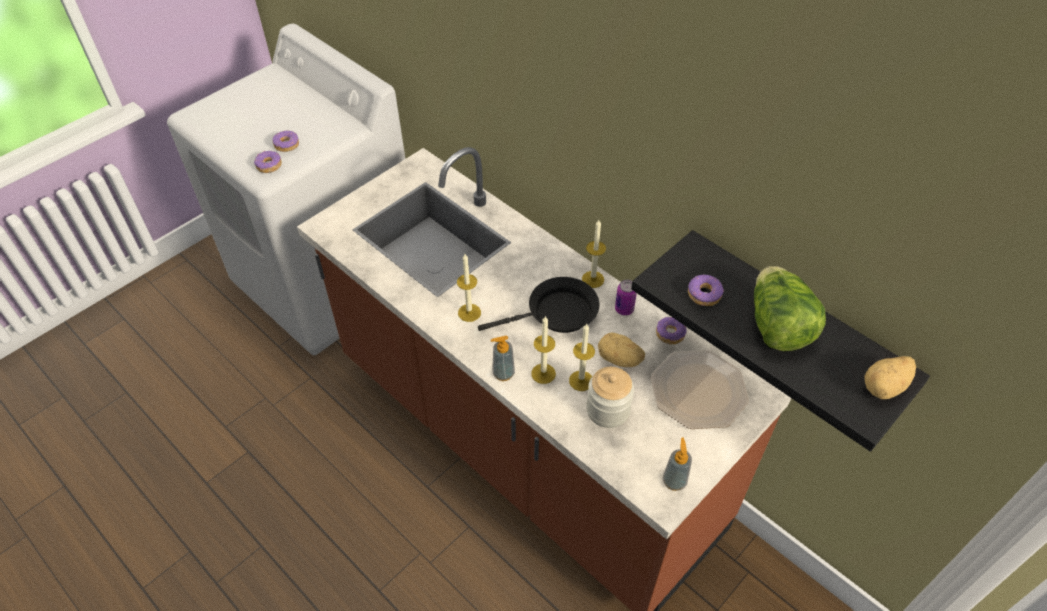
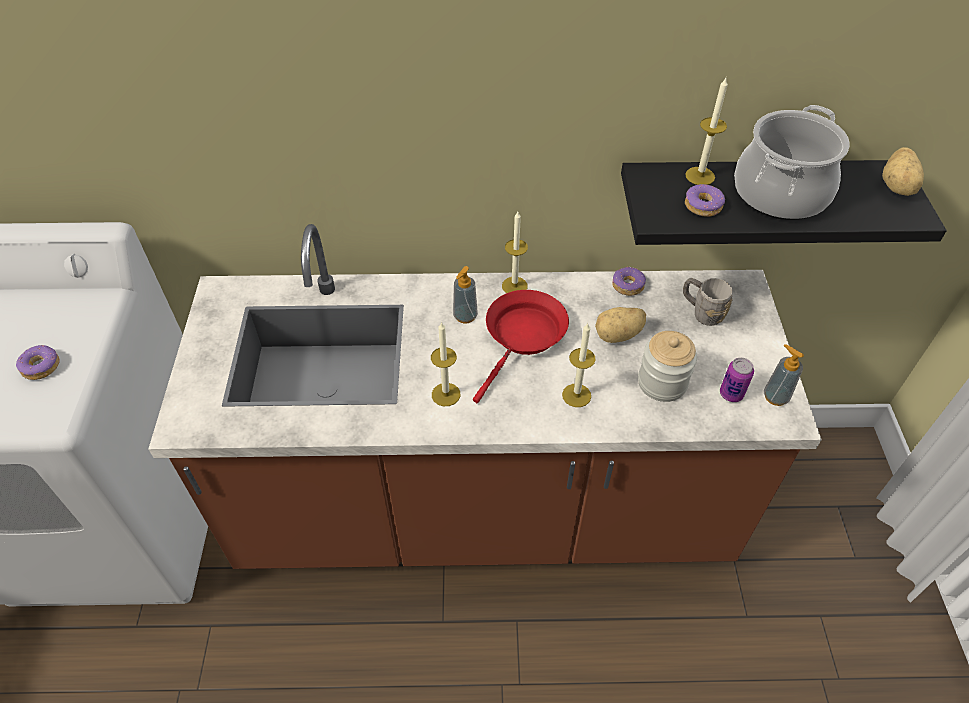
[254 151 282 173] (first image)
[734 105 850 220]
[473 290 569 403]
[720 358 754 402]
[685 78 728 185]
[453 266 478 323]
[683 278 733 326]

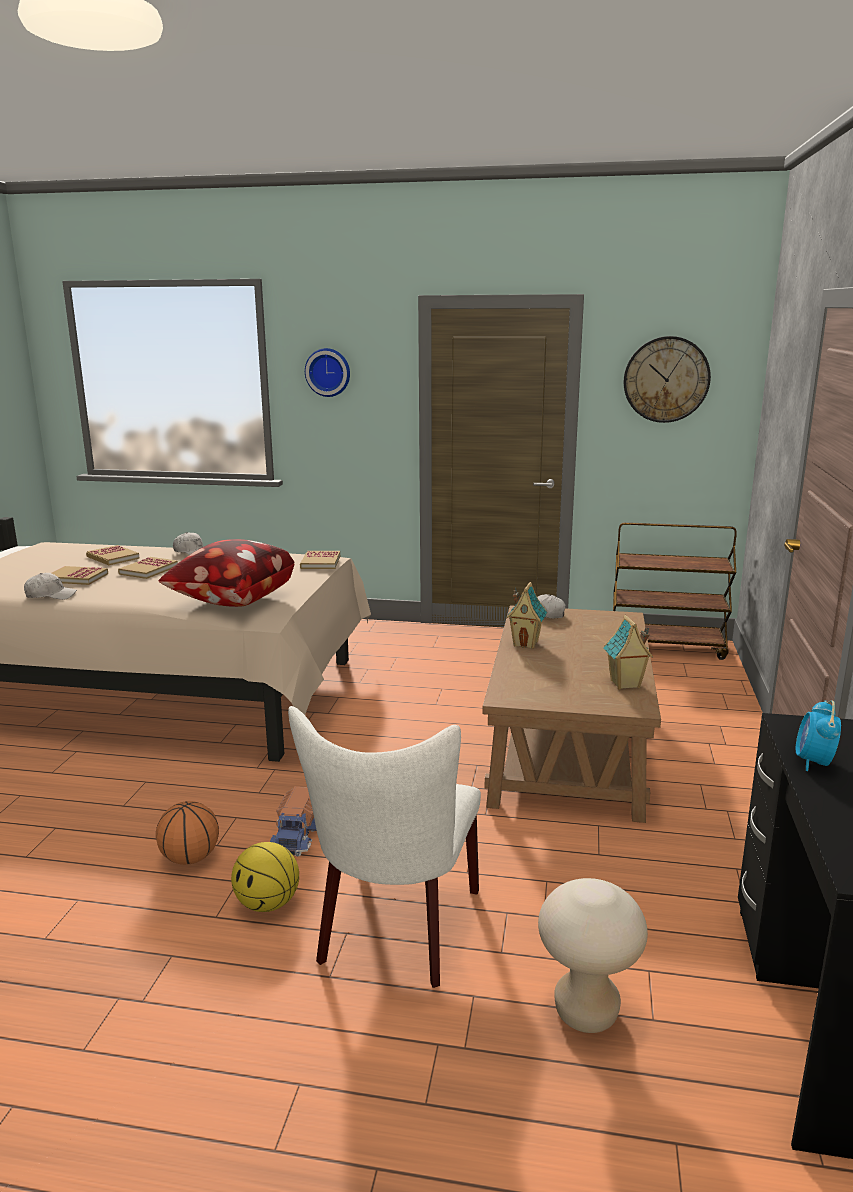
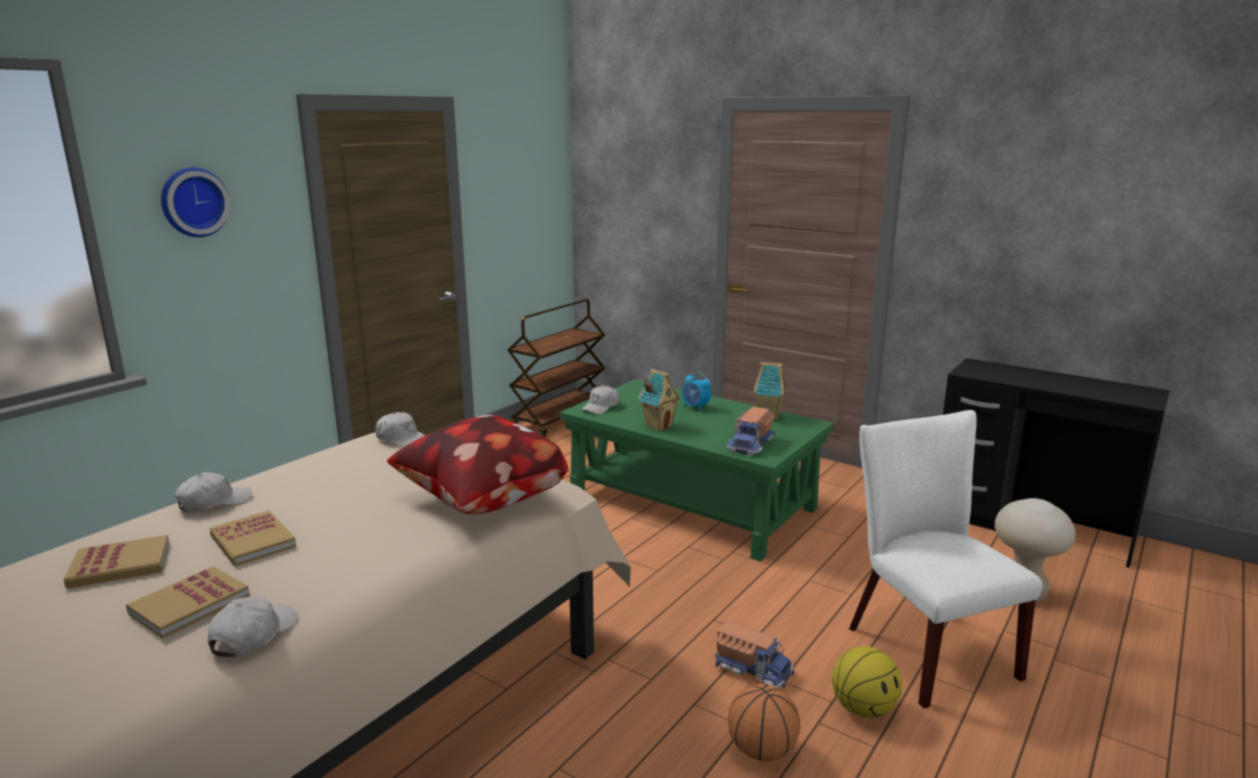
[624 336 711 423] (first image)
[375 412 425 447]
[560 379 834 561]
[682 372 712 411]
[849 410 1043 708]
[726 407 775 456]

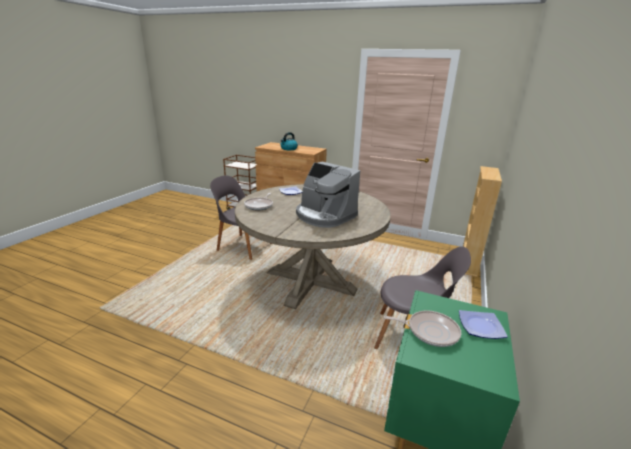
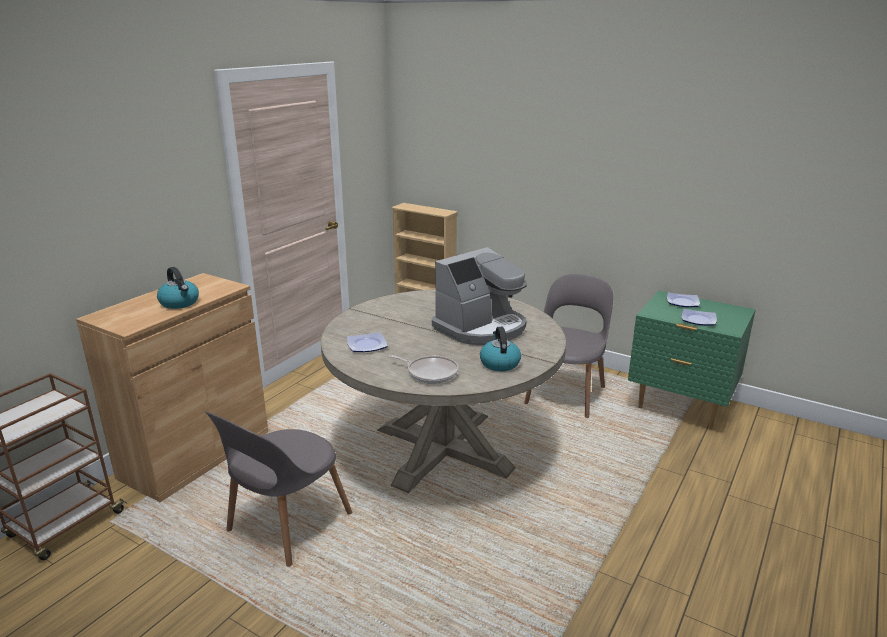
[682 309 717 326]
[480 327 521 371]

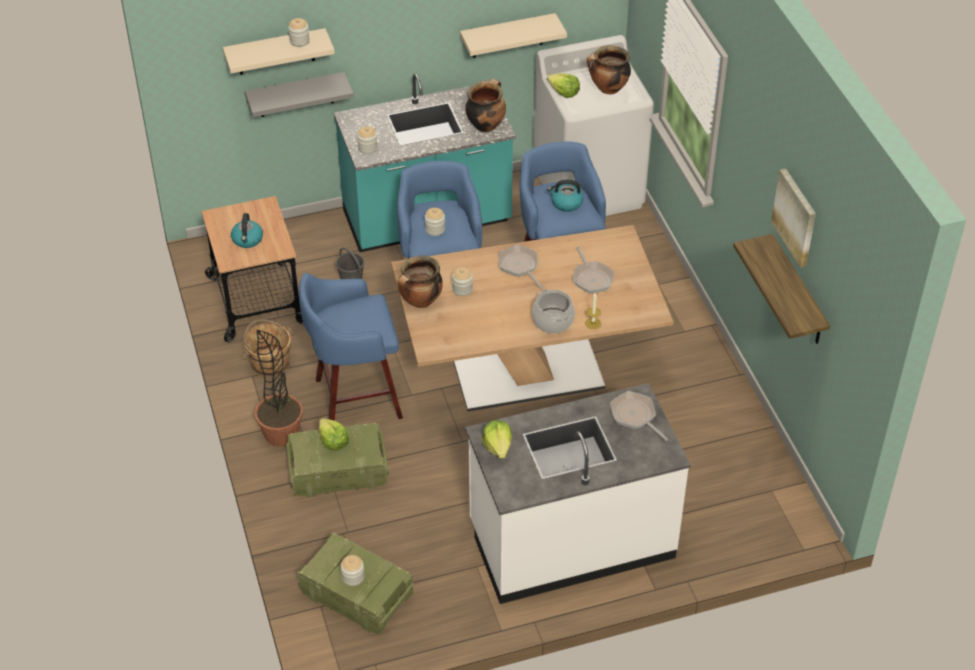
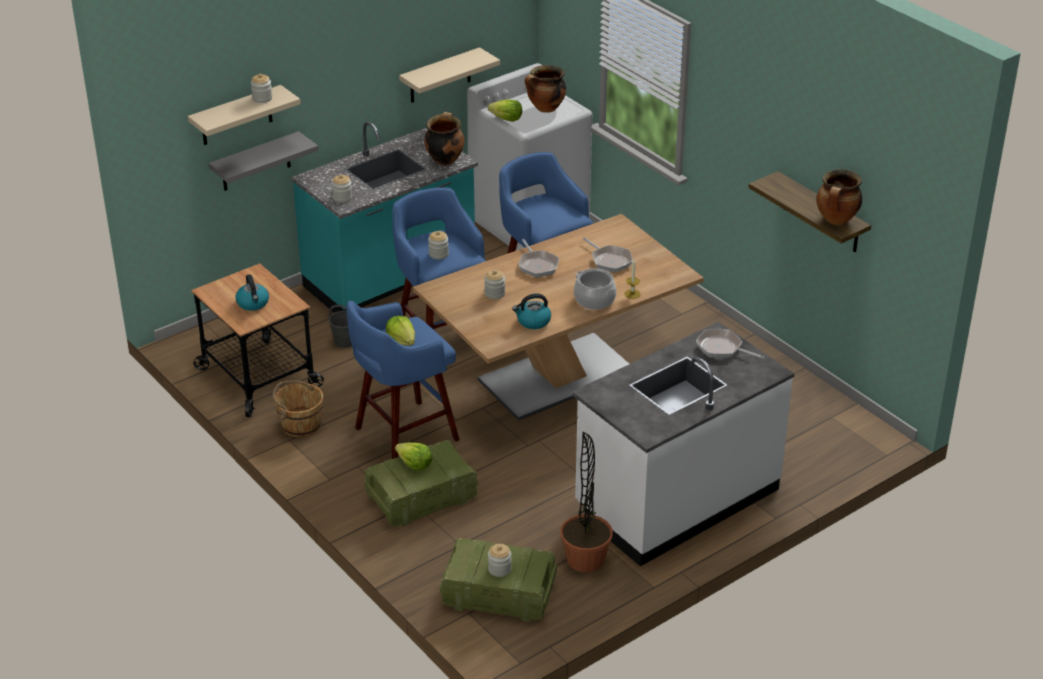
[771 168 816 267] (first image)
[512 293 551 329]
[519 239 559 278]
[816 169 862 225]
[560 432 613 573]
[386 316 415 346]

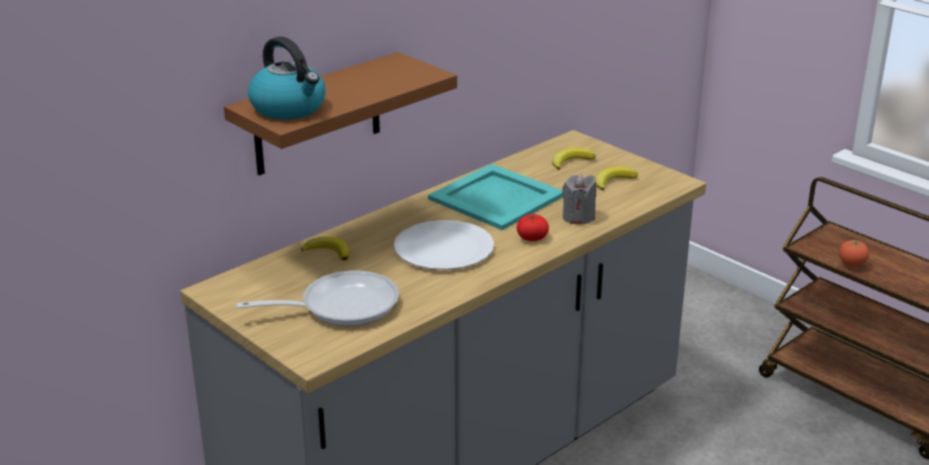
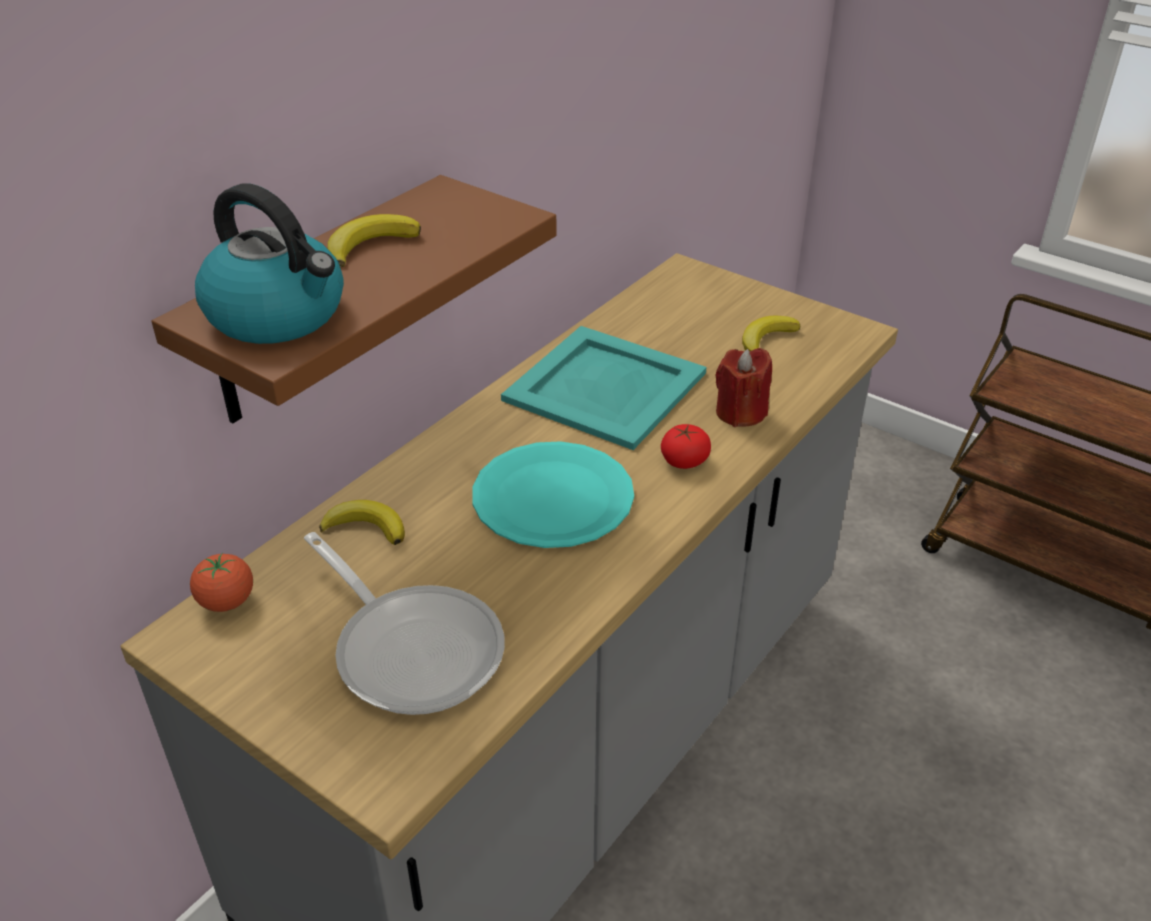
[328 214 421 267]
[715 348 772 427]
[472 441 634 548]
[190 553 253 612]
[304 532 505 715]

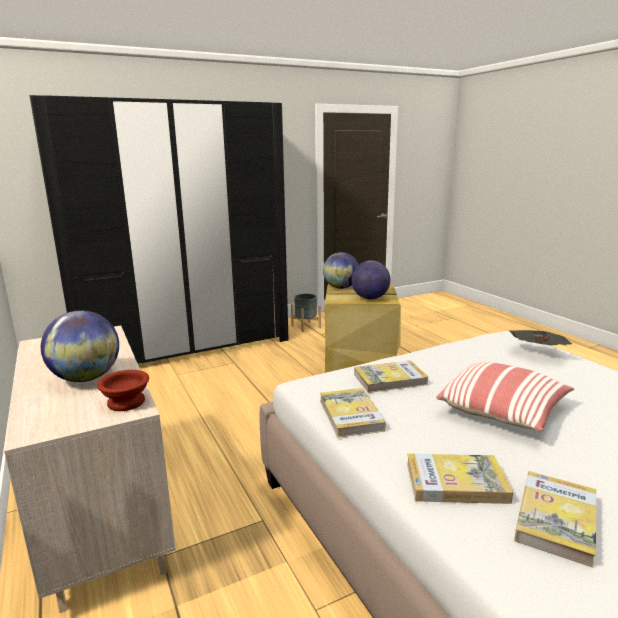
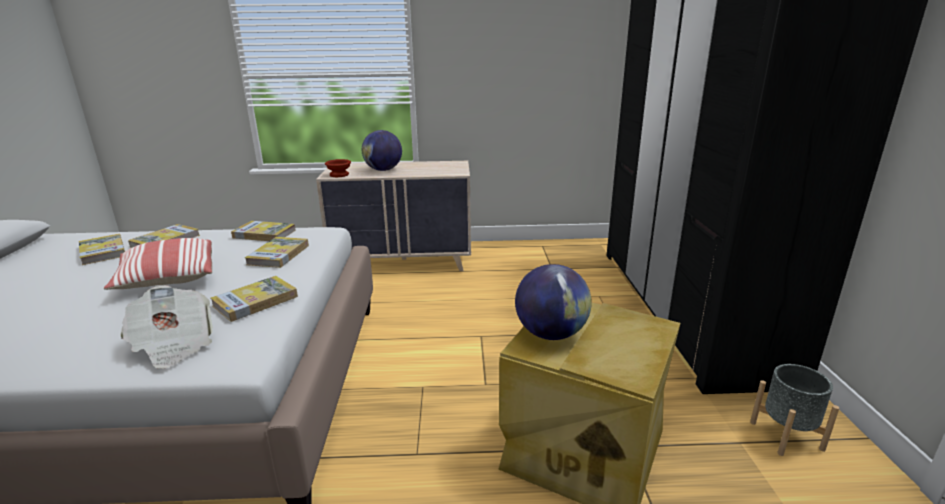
[323 252 358 289] (first image)
[211 276 298 322]

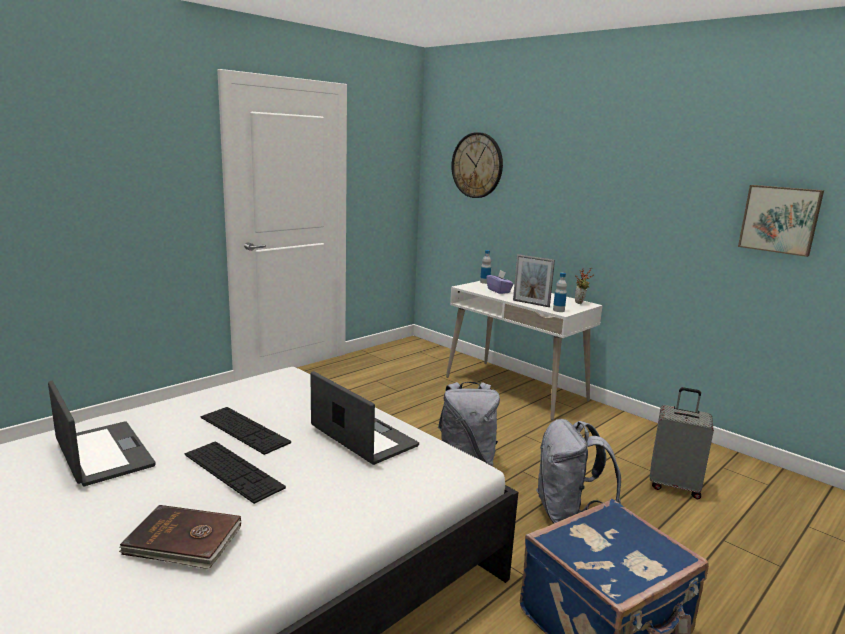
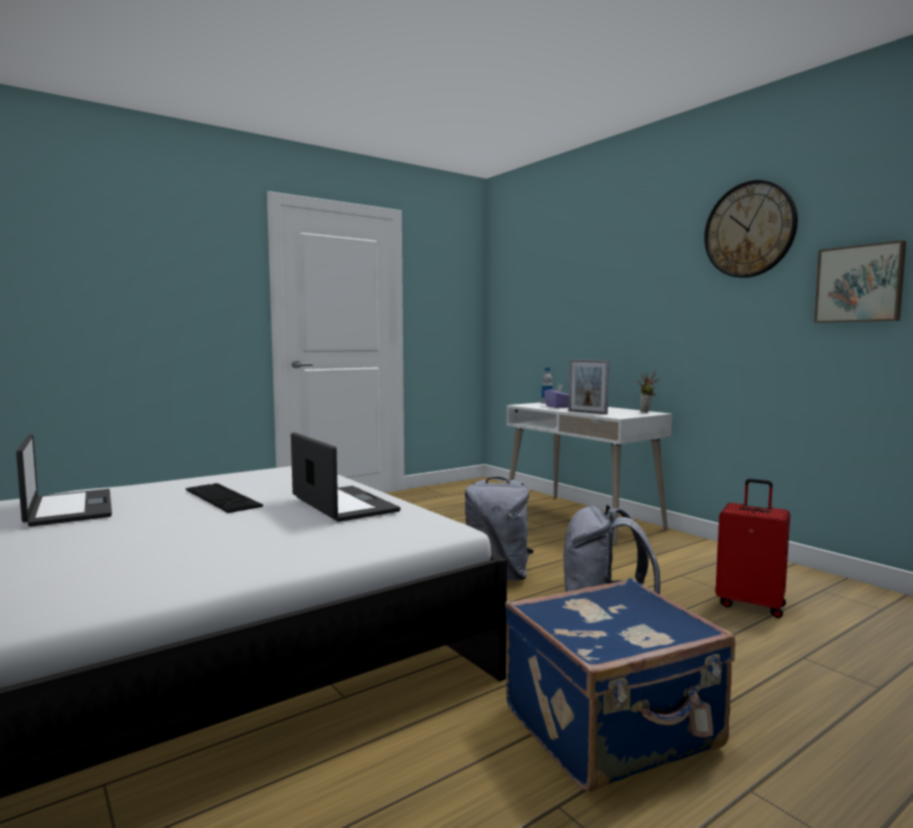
[704 180 798 278]
[553 273 567 312] (first image)
[715 479 790 618]
[185 441 286 504] (first image)
[119 505 241 569] (first image)

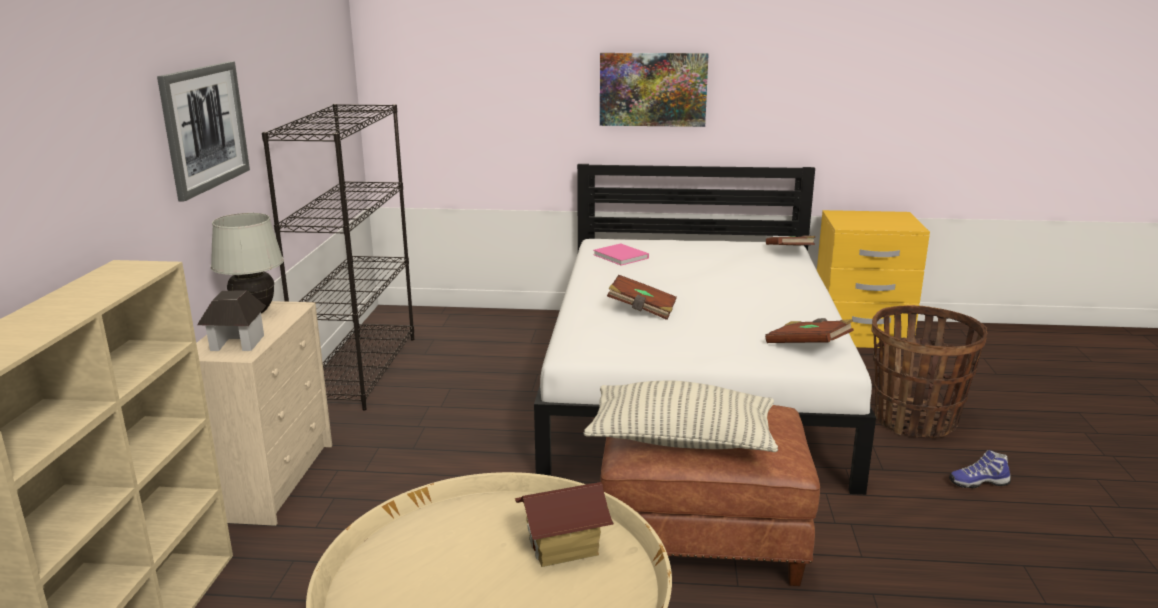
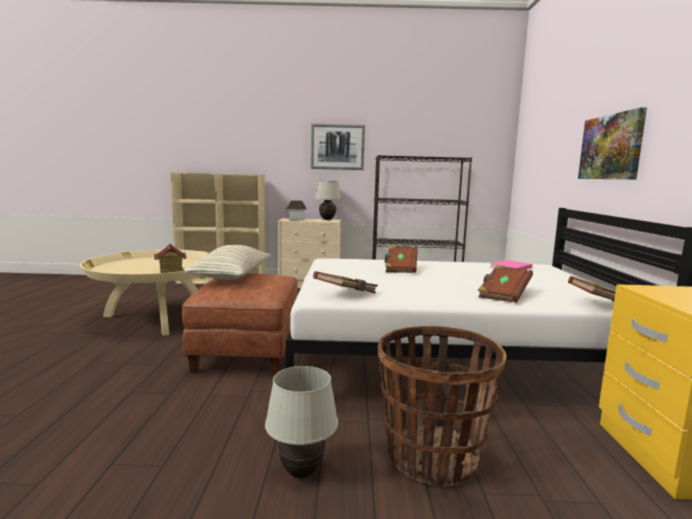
[265 366 338 478]
[478 265 533 303]

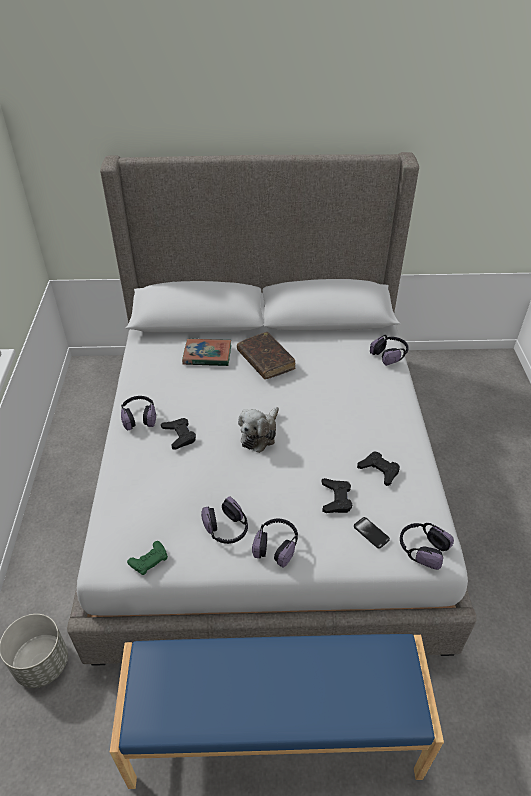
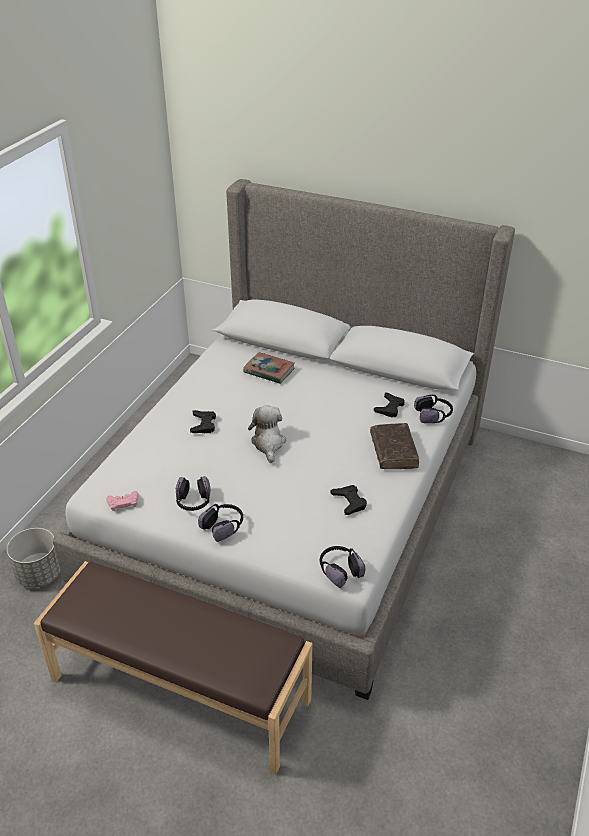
[370 423 419 469]
[121 396 156 431] (first image)
[248 406 286 463]
[374 392 405 417]
[354 517 390 549] (first image)
[106 491 138 511]
[34 561 312 774]

